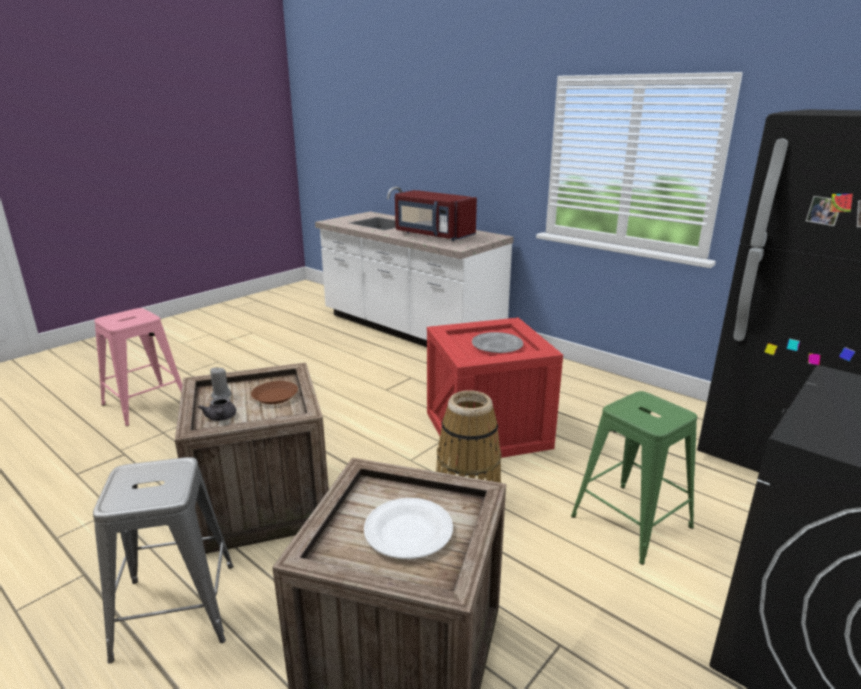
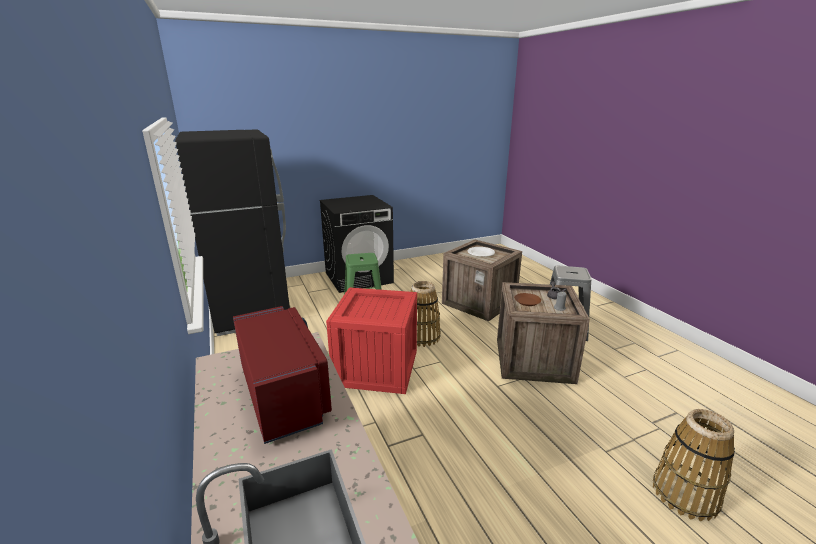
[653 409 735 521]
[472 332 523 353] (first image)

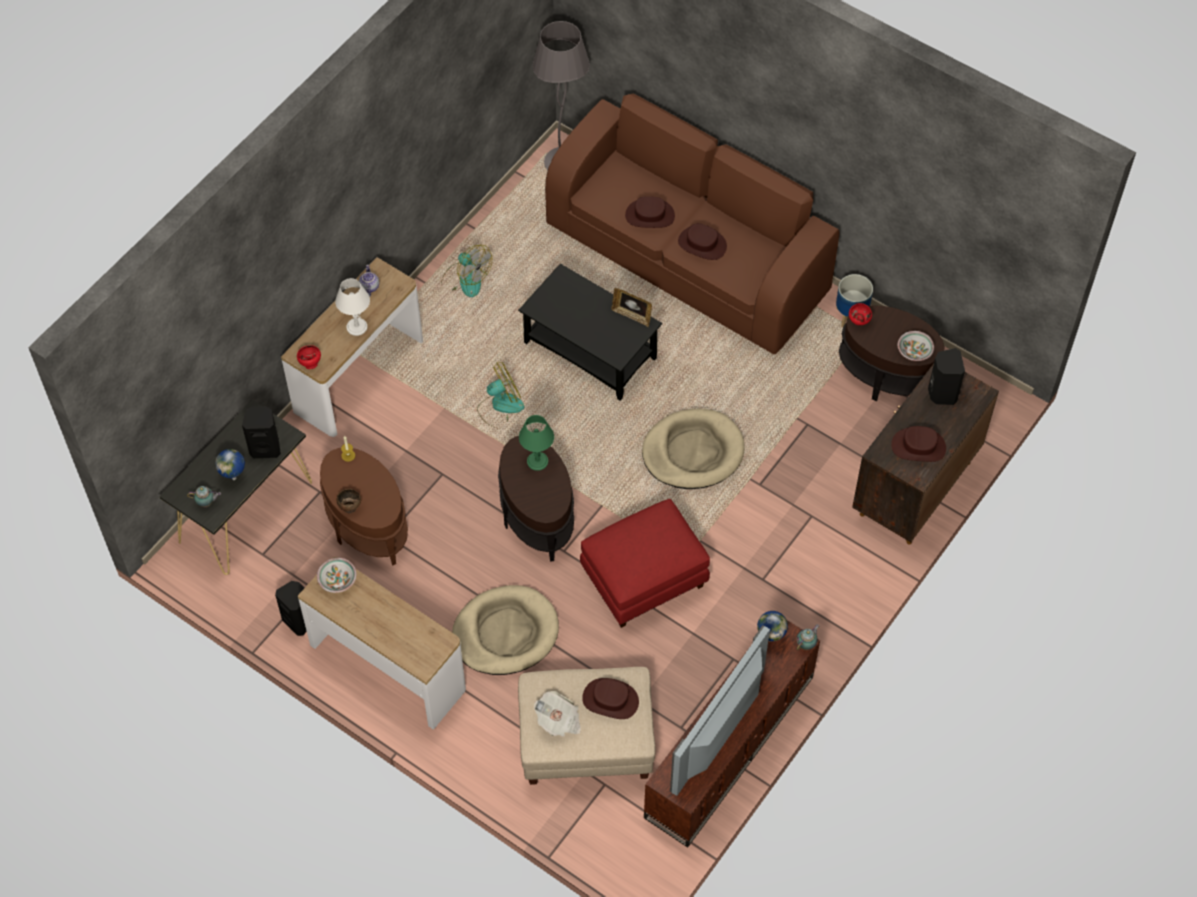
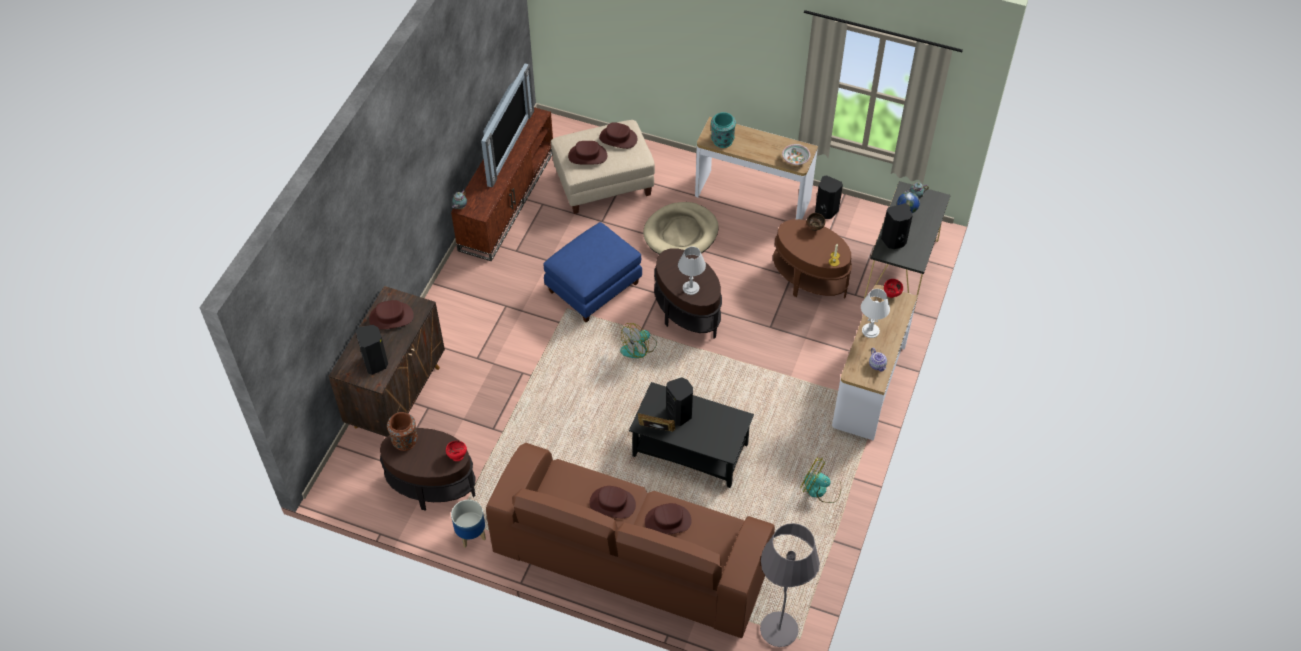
[387 412 418 451]
[620 323 657 358]
[642 409 745 489] (first image)
[678 247 706 295]
[543 222 642 323]
[757 611 788 642] (first image)
[599 122 637 149]
[711 112 736 148]
[666 377 693 426]

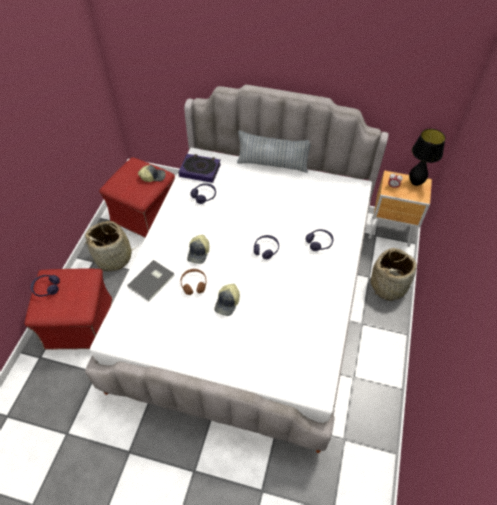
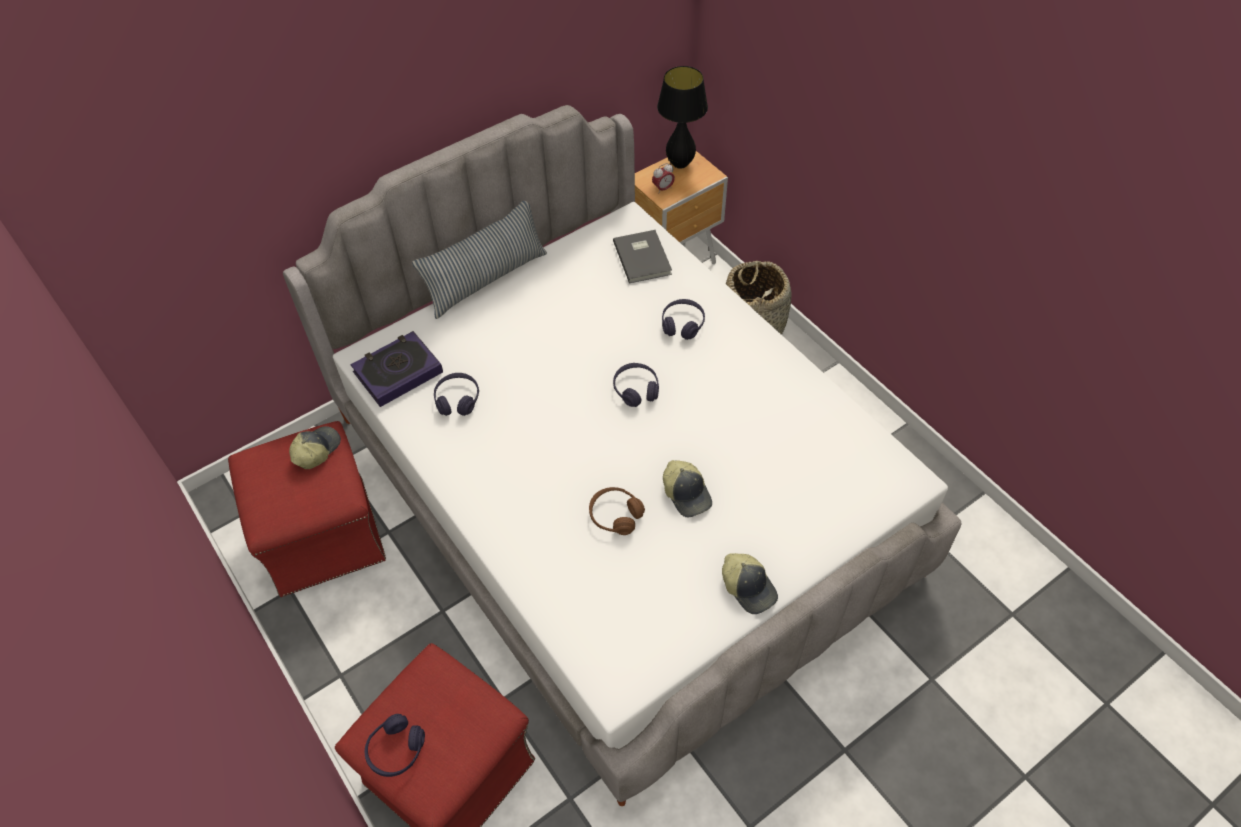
[85 221 139 271] (first image)
[722 553 778 614]
[613 230 672 284]

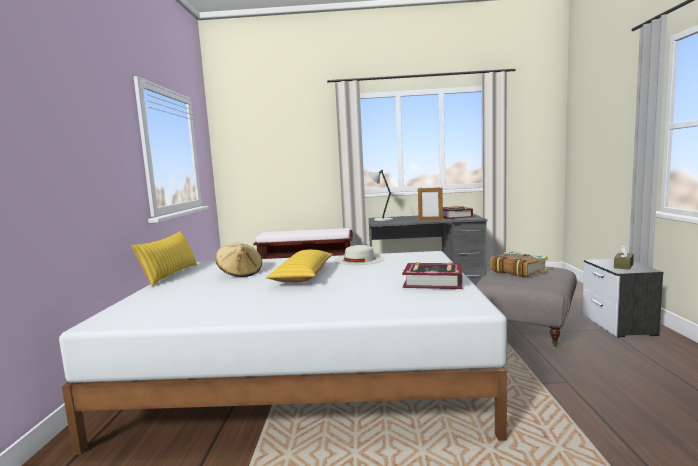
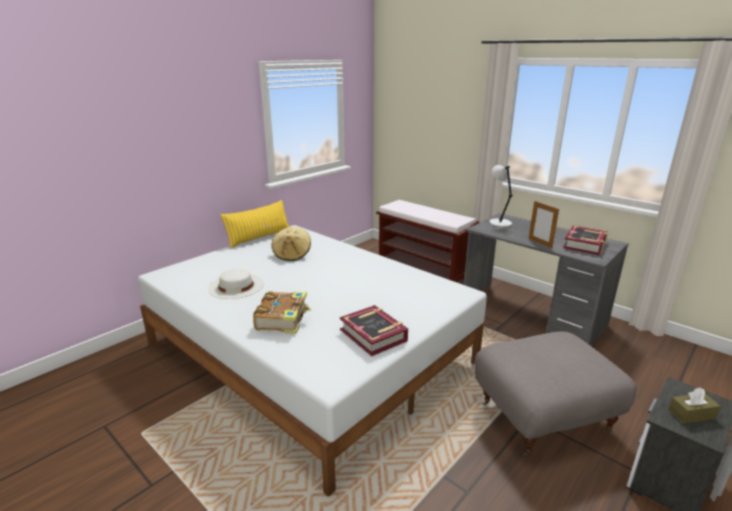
[208 269 264 299]
[266 250 333 282] (first image)
[253 291 311 334]

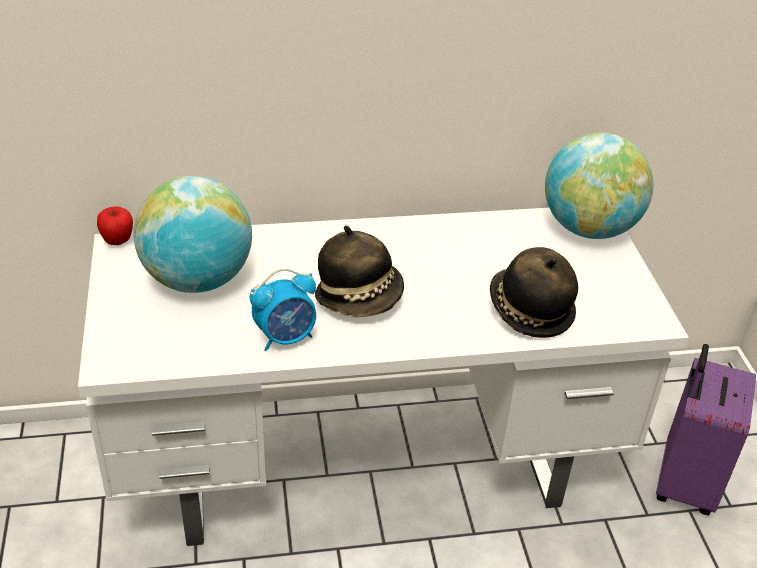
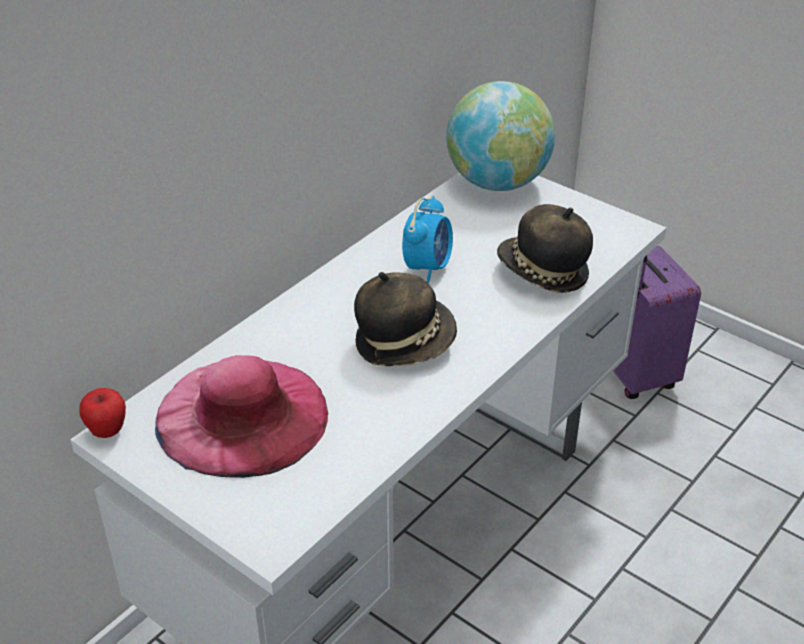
[155 355 328 478]
[402 196 453 284]

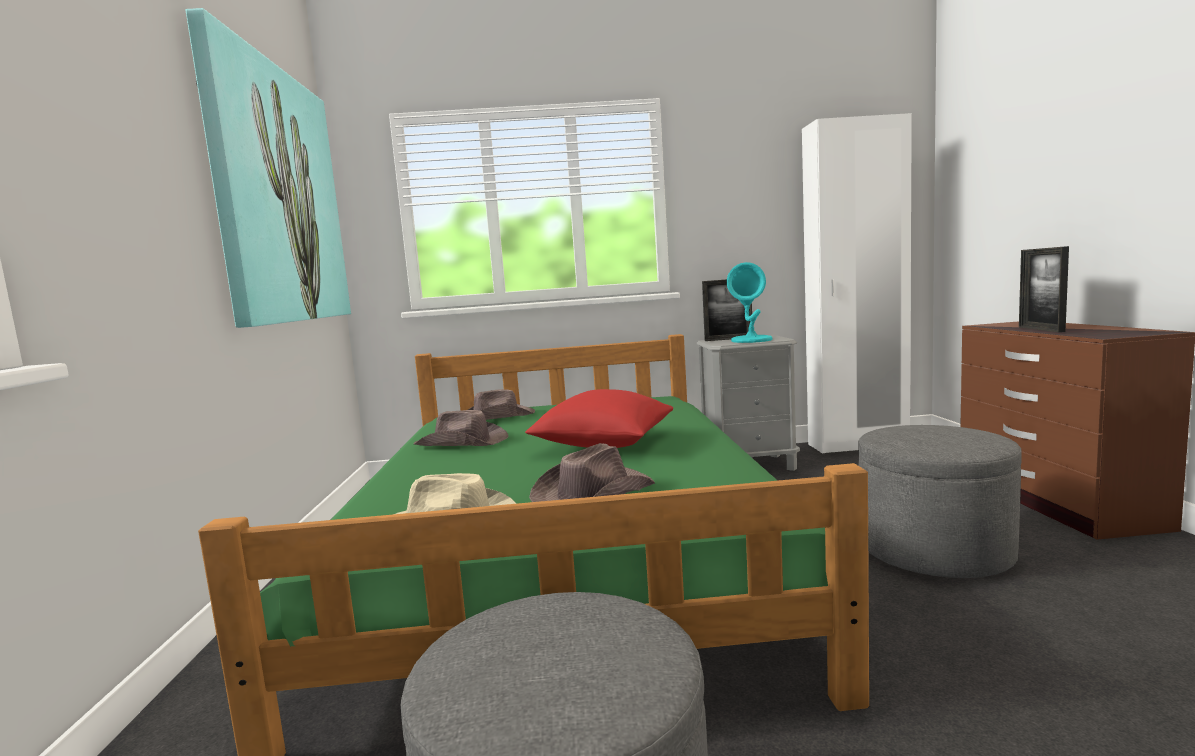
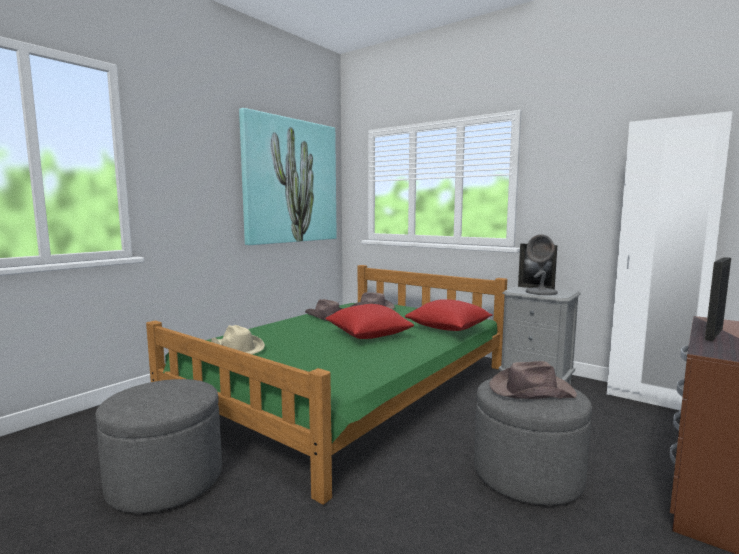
[526 234 558 295]
[489 361 577 399]
[405 299 493 331]

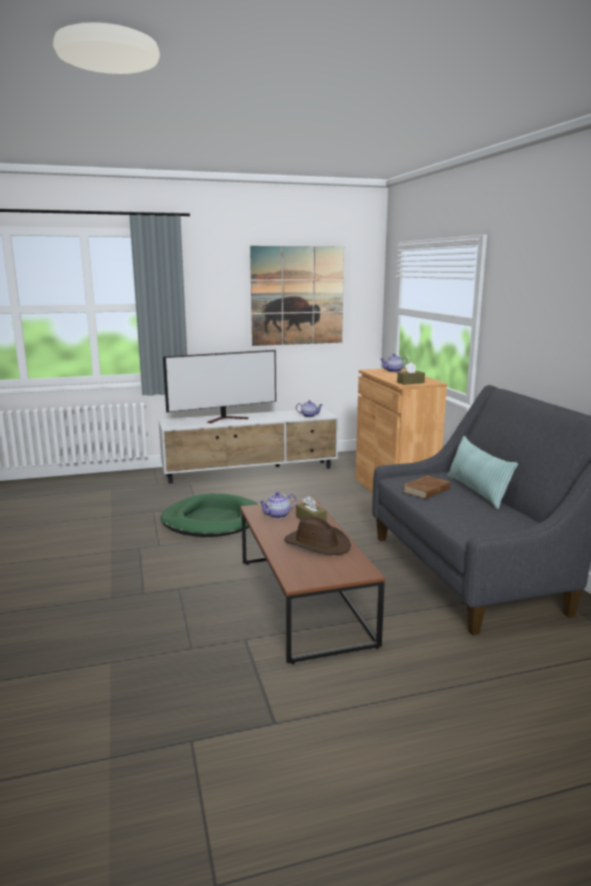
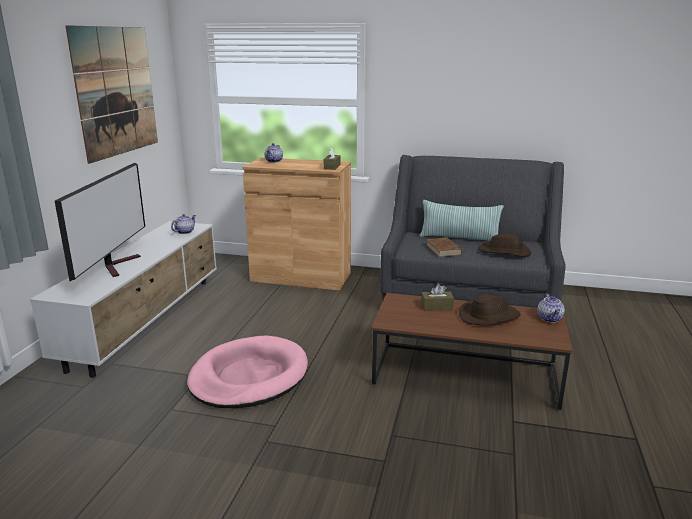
[537 294 565 323]
[187 336 308 408]
[478 233 531 256]

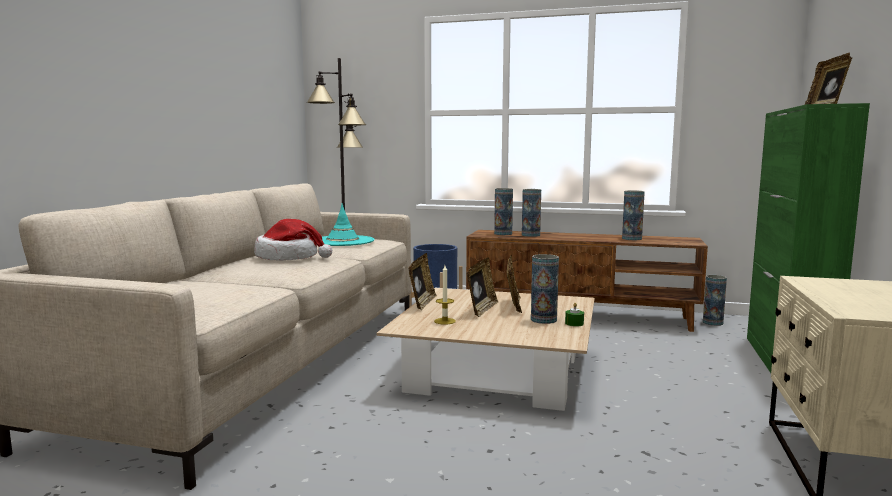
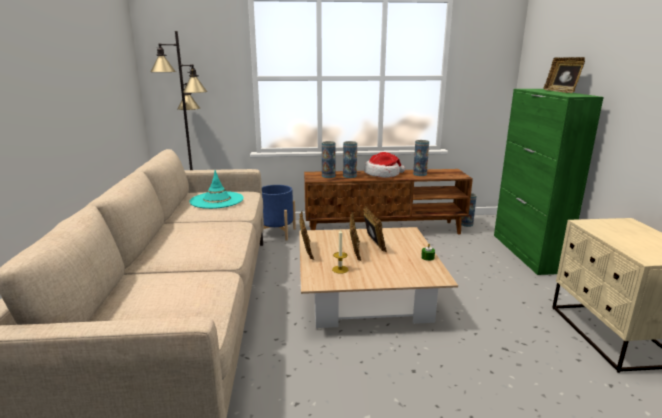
[364 152 405 178]
[531 254 559 324] (first image)

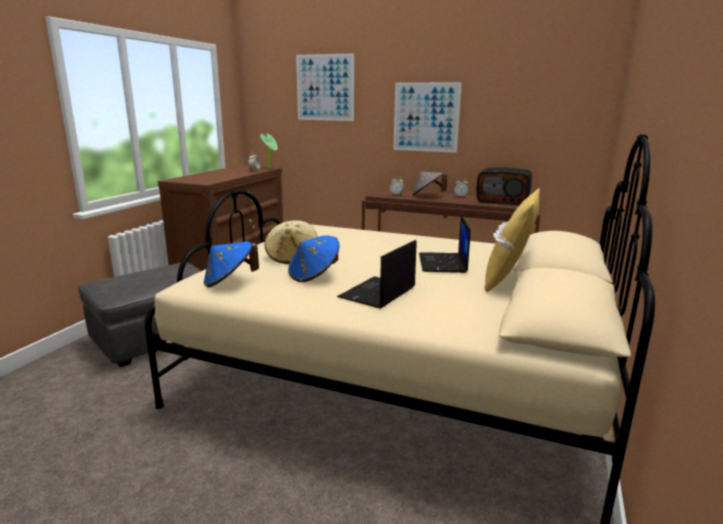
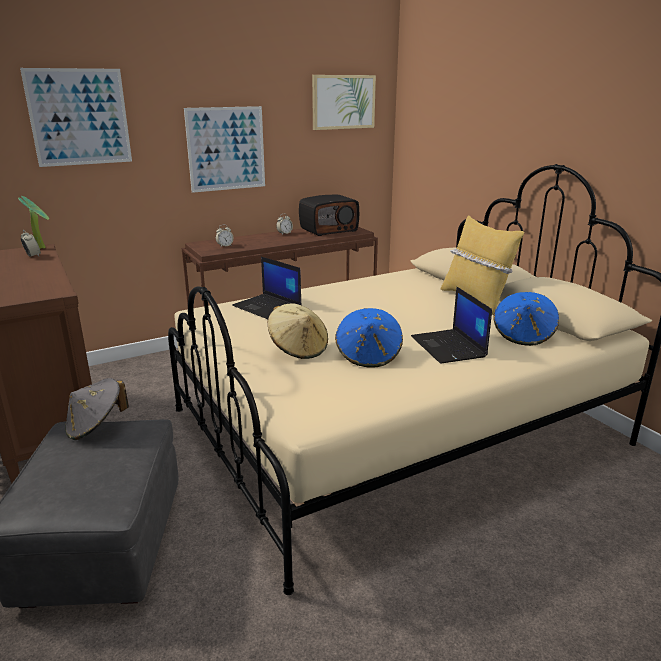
[65 378 129 440]
[232 257 302 319]
[493 292 559 346]
[312 75 376 130]

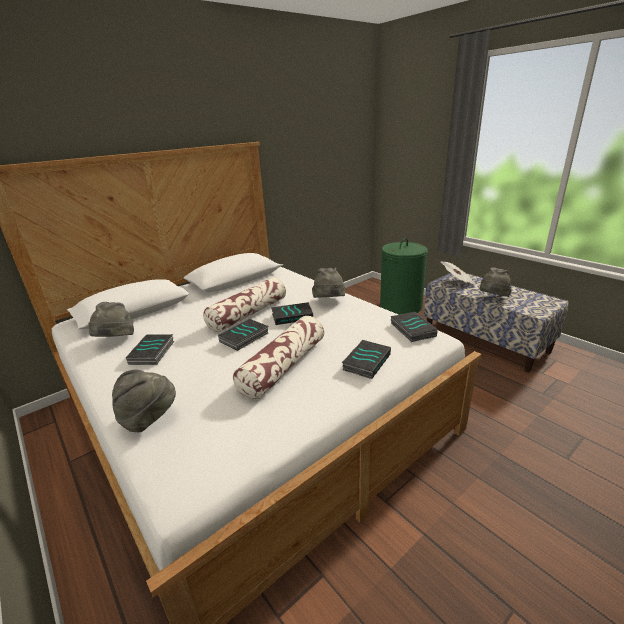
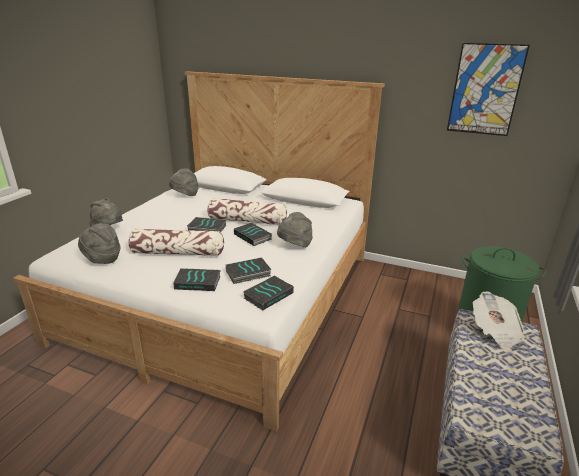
[78 223 120 264]
[226 257 272 284]
[447 43 530 136]

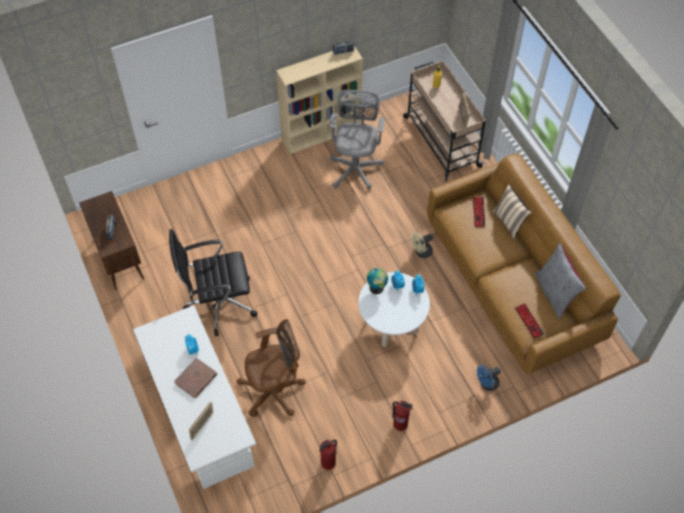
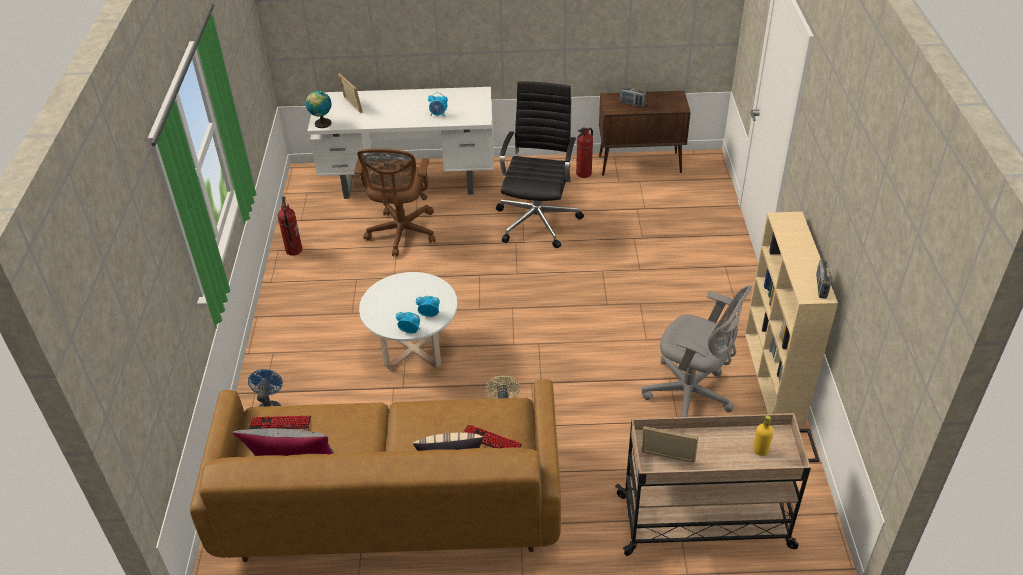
[306 91 331 128]
[174 358 217 398] (first image)
[576 127 593 178]

